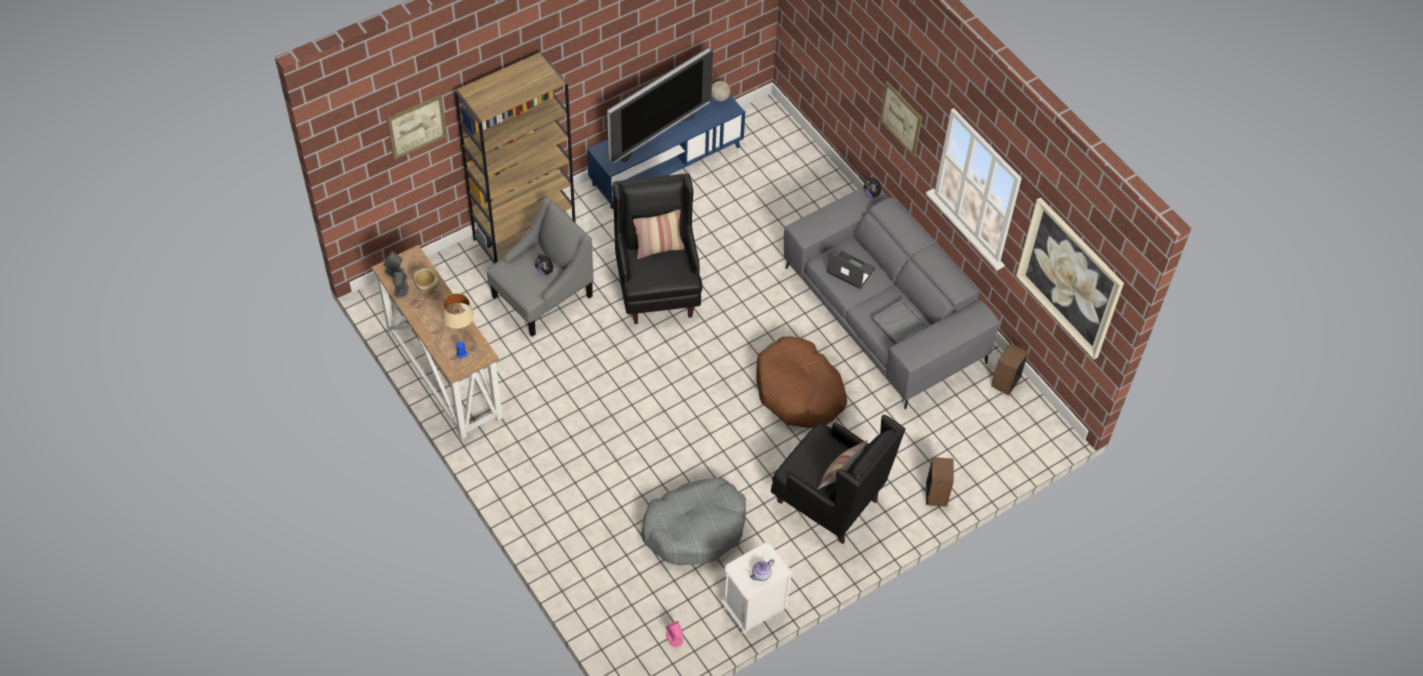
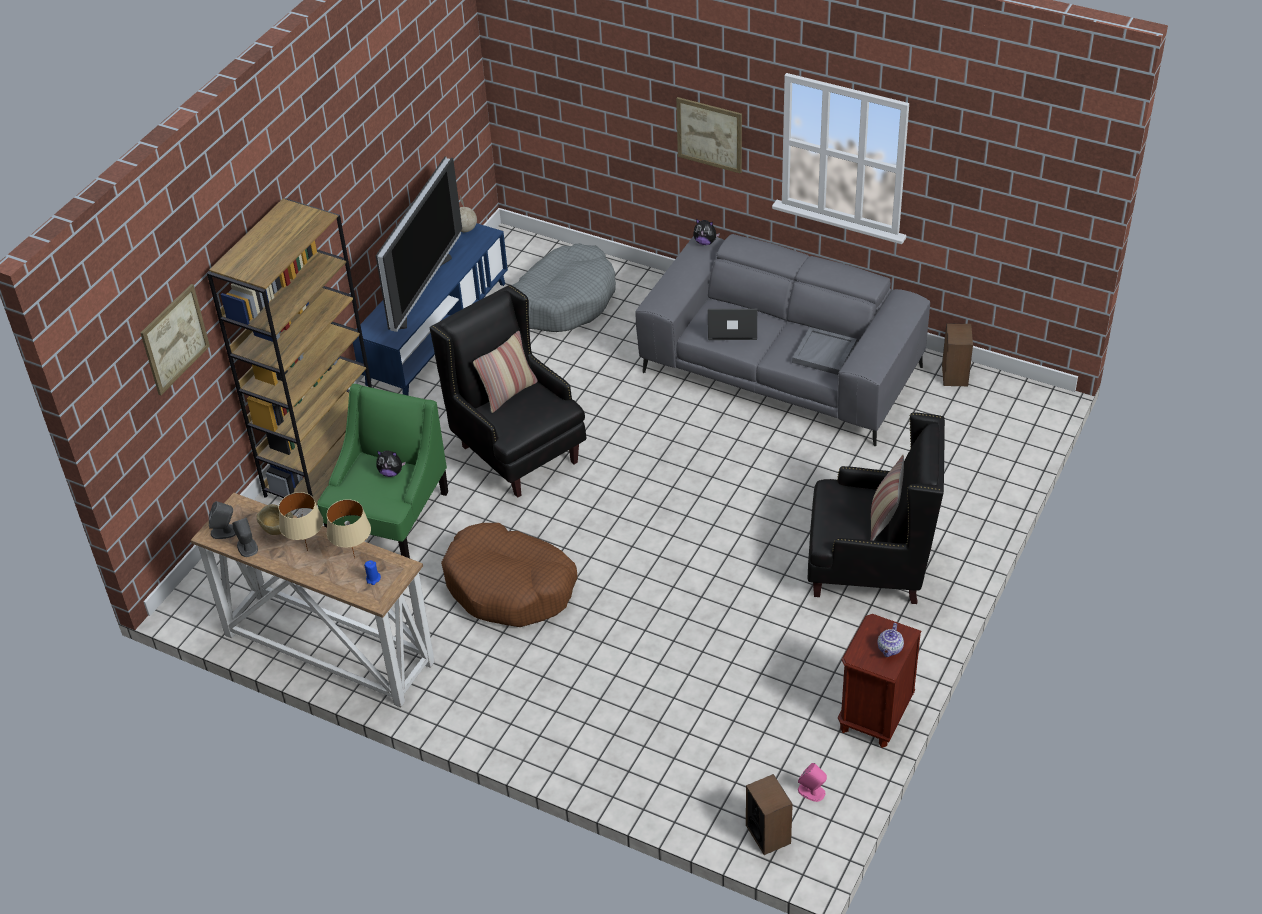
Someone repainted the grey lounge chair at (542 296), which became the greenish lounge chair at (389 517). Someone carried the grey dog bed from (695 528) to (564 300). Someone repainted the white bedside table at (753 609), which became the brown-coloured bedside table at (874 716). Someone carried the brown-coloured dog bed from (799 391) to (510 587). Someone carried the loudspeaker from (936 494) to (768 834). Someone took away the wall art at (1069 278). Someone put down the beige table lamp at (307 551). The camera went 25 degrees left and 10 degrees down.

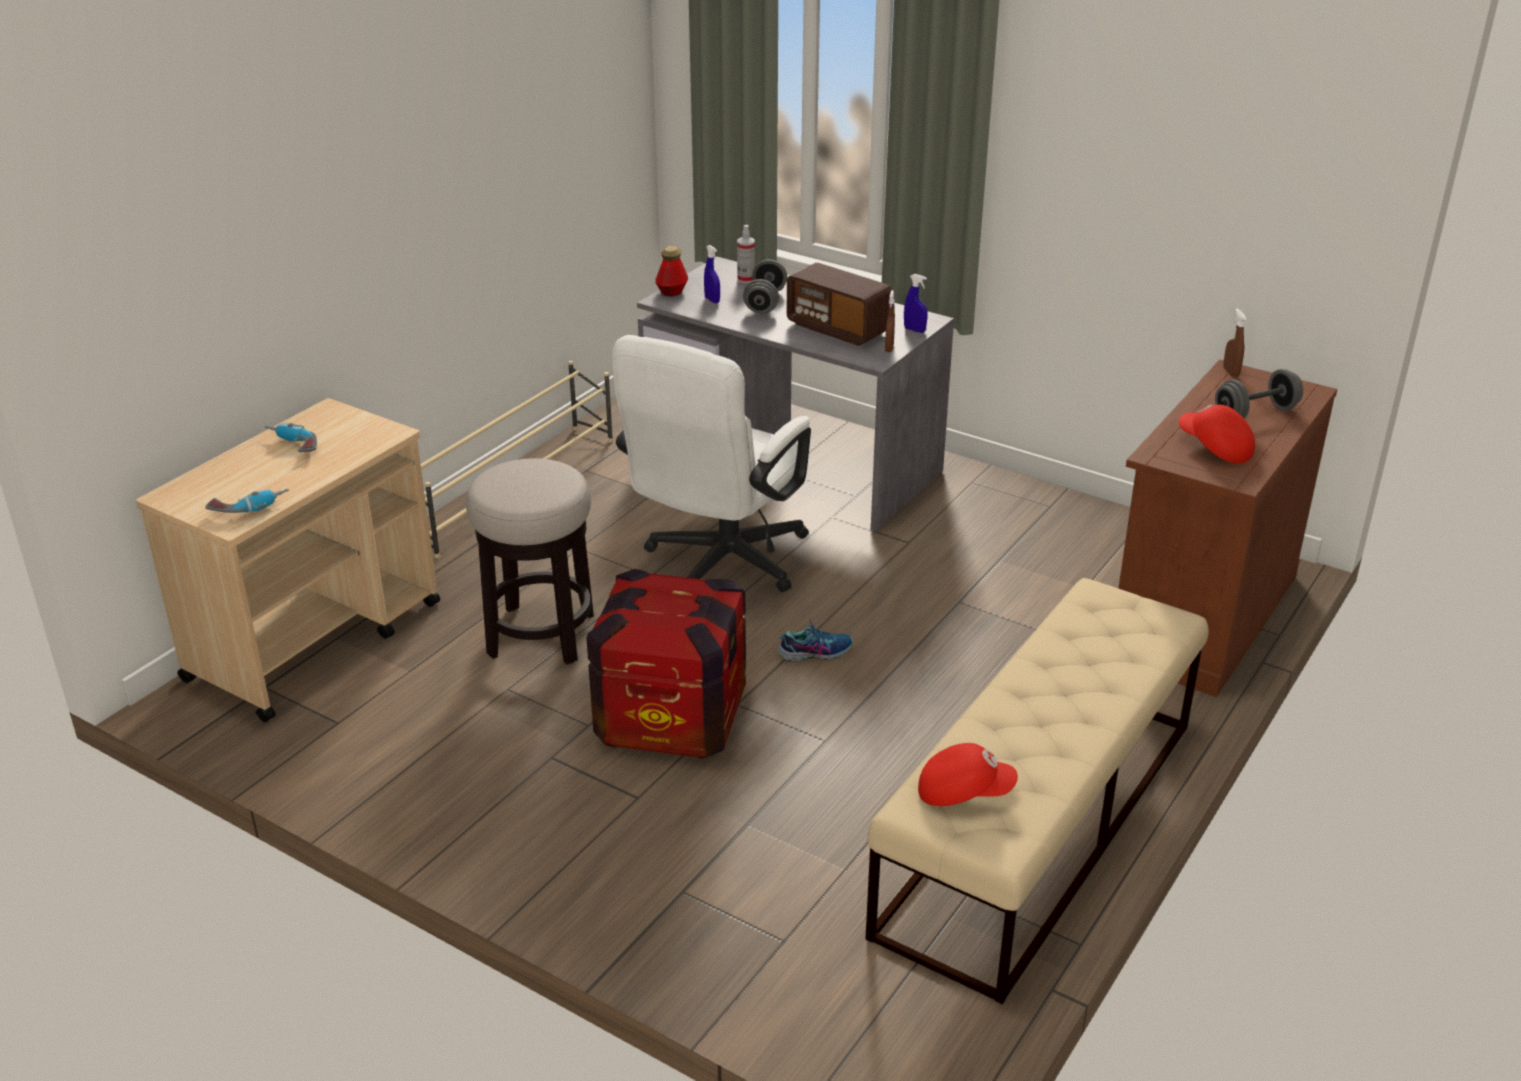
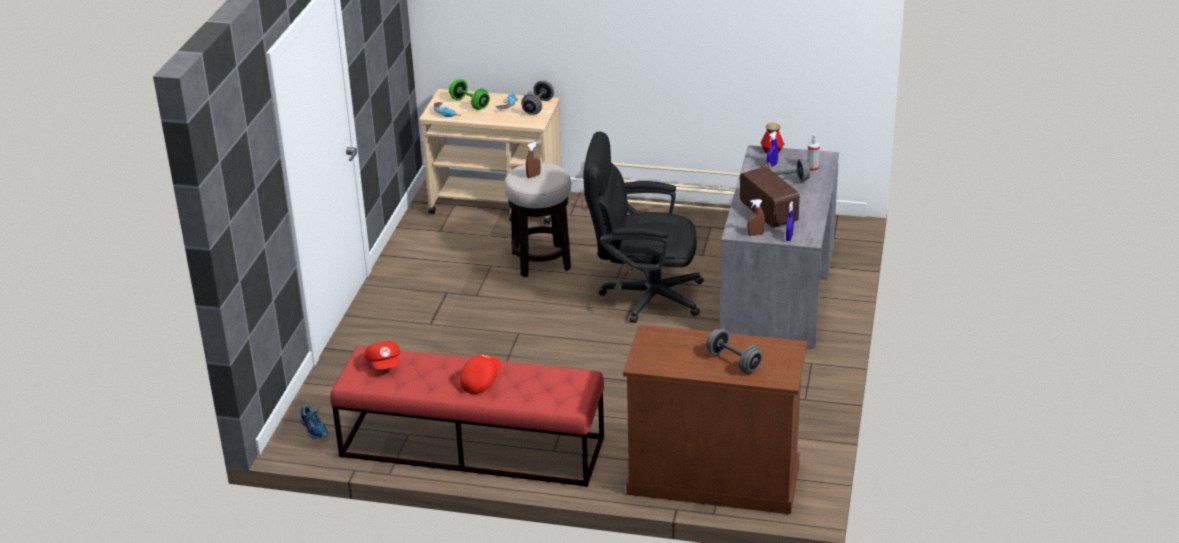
Someone took away the packing crate at (671 717). Someone repainted the white desk chair at (718 566), which became the black-coloured desk chair at (642 295). Someone carried the item of footwear from (815 652) to (314 428). Someone rotated the radio receiver at (838 329) by 135 degrees clockwise. Someone repainted the beige bench at (1038 826), which became the reddish bench at (471 447). Someone carried the reddish peaked cap from (1214 448) to (481 381). Someone carried the brown-coloured spray bottle from (1230 372) to (533 176). Someone put down the greenish hand weight at (470 104). Someone put down the grey hand weight at (538 107). The camera went 70 degrees right and 0 degrees up.

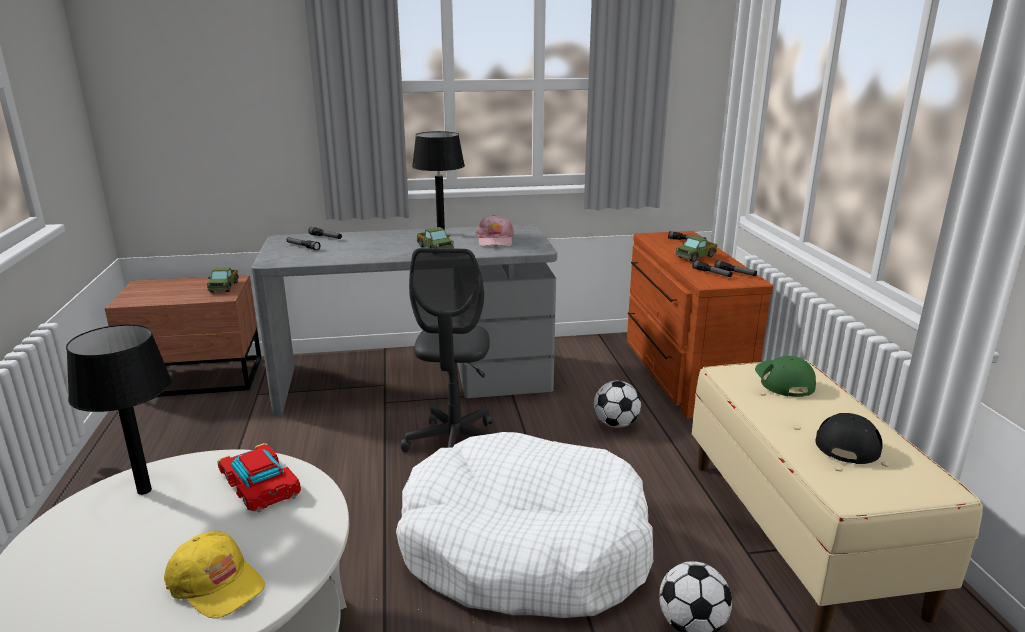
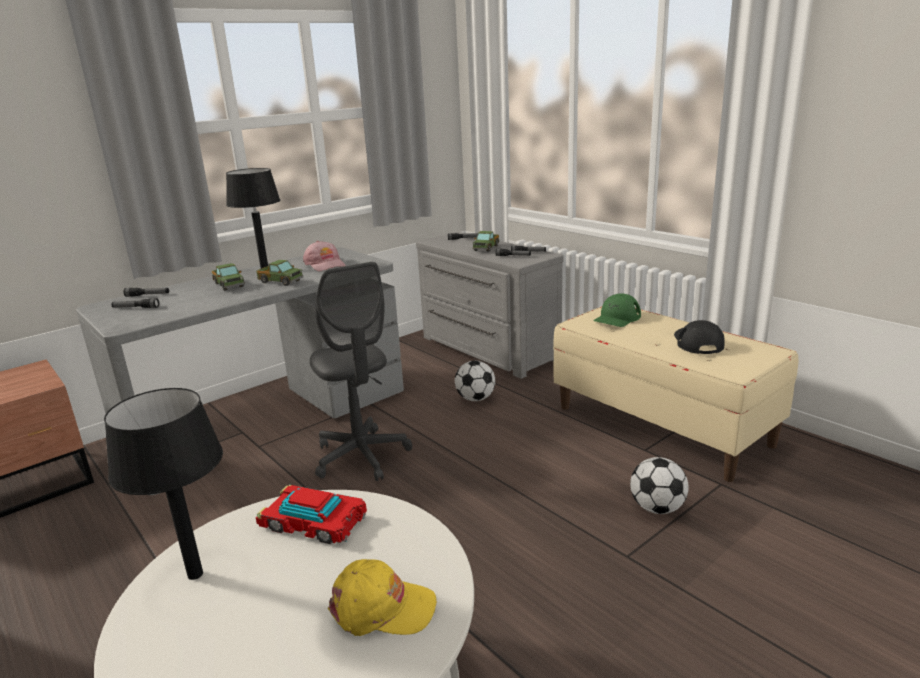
Someone carried the toy truck from (224 287) to (229 285). Someone took away the white dog bed at (524 547). Someone repainted the brown-coloured dresser at (680 373), which became the grey dresser at (486 349). Someone rotated the greenish peaked cap at (783 380) by 105 degrees counterclockwise. The camera went 30 degrees left and 0 degrees up.

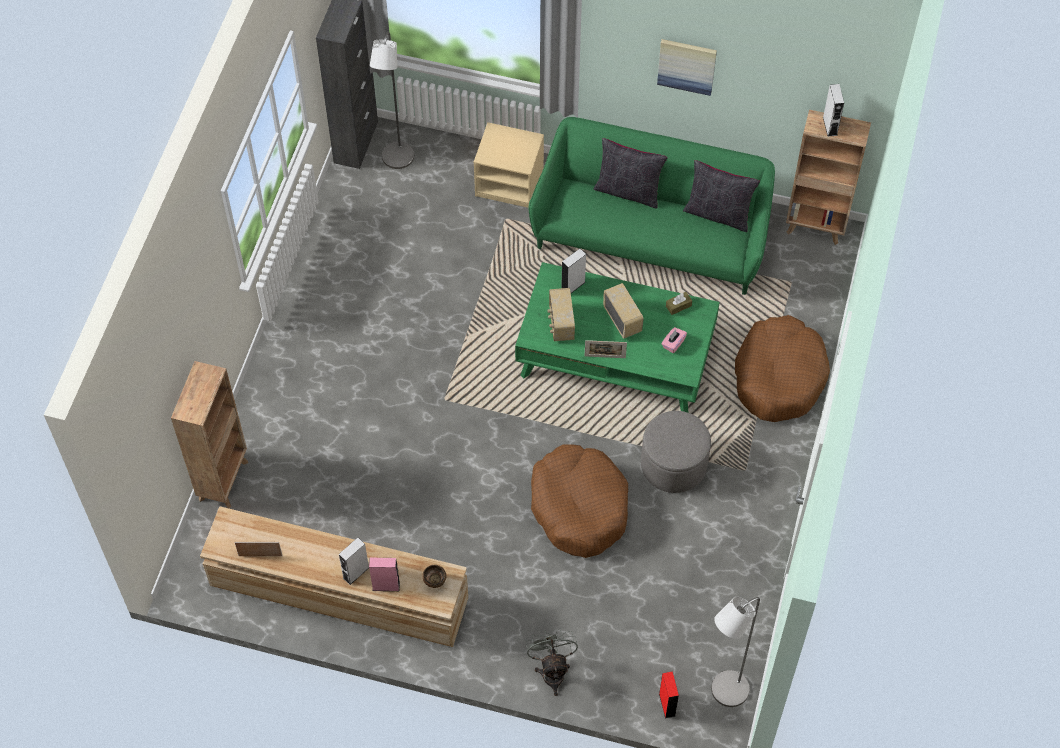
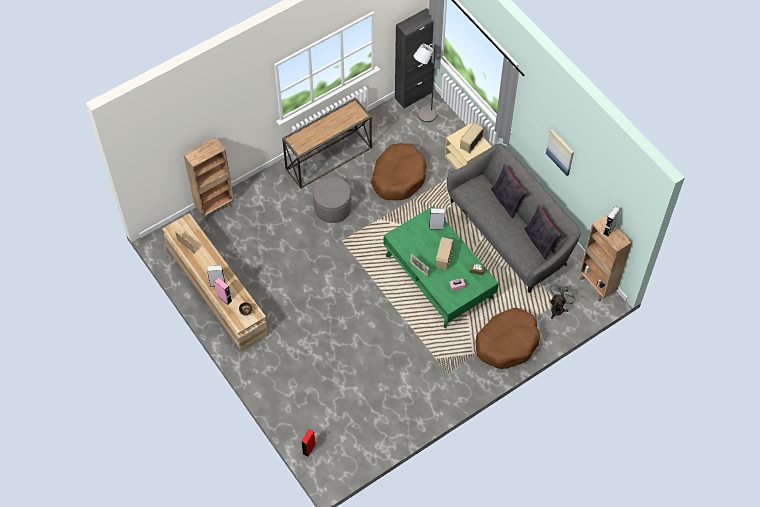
Someone carried the grey electric fan from (552 671) to (558 307). Someone repainted the greenish sofa at (651 236), which became the grey sofa at (510 233). Someone carried the brown-coloured dog bed from (579 507) to (398 177). Someone carried the radio receiver from (560 323) to (471 143). Someone carried the grey ottoman from (673 464) to (332 208). Someone took away the grey standing lamp at (724 693). Someone put down the hall table at (328 158). The camera went 40 degrees right and 0 degrees up.

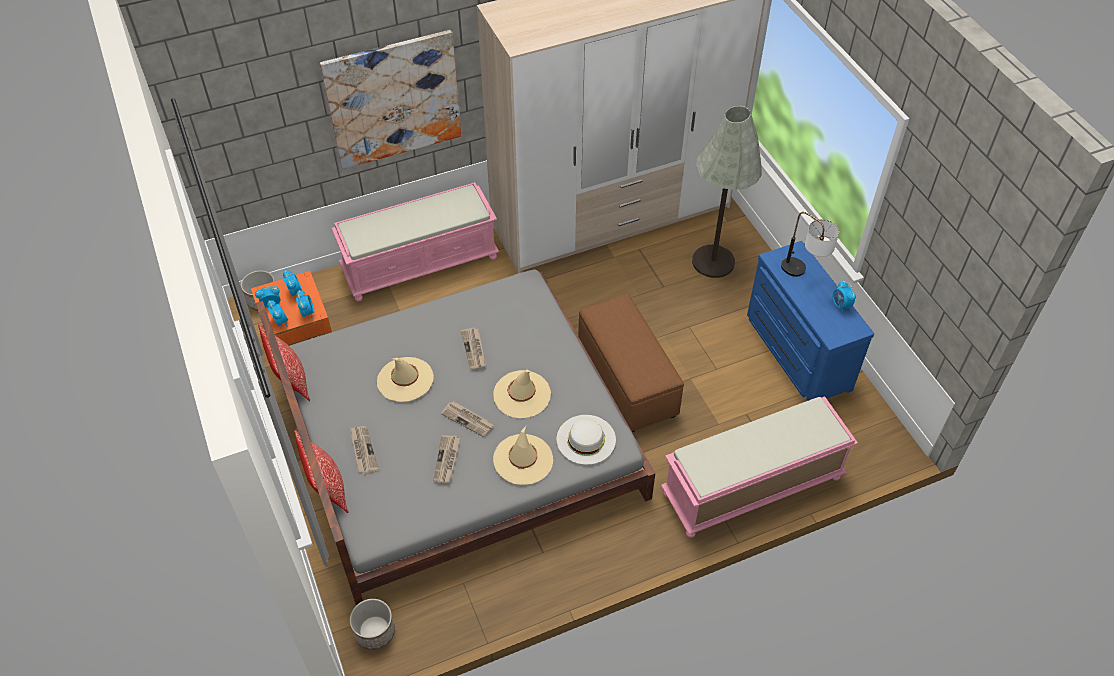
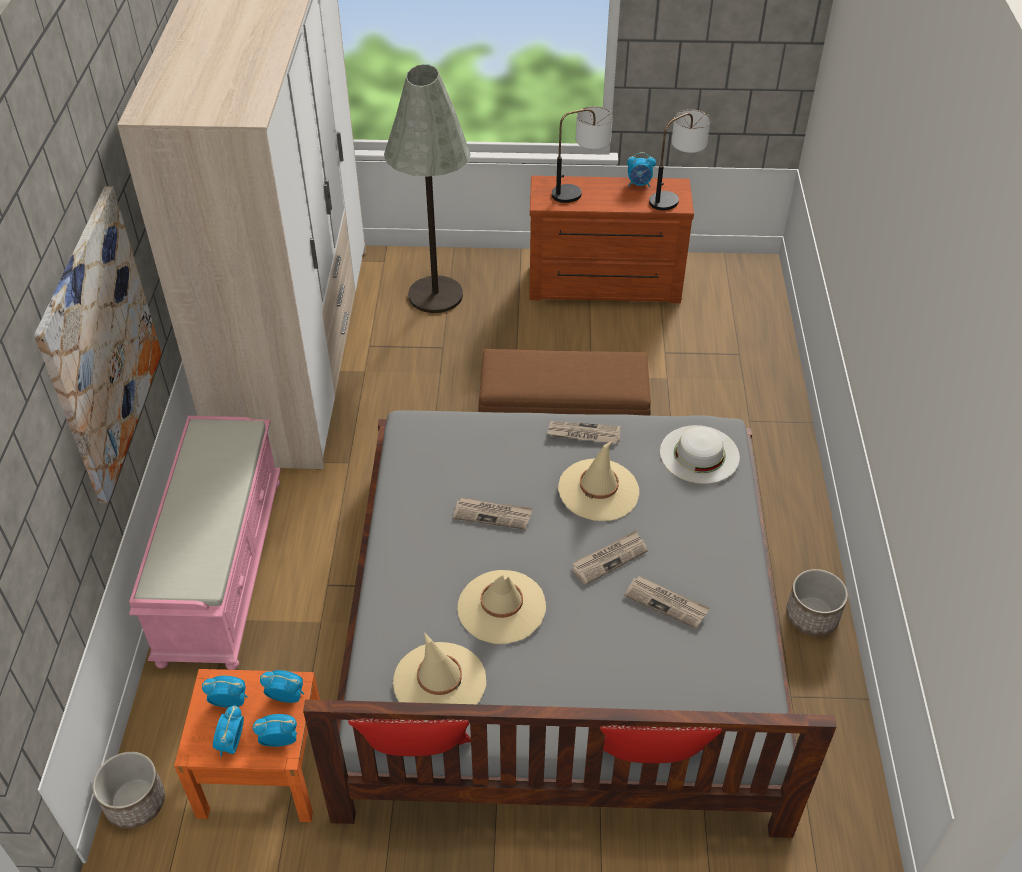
Someone carried the printed paper from (363 450) to (583 434). Someone carried the plant pot from (374 632) to (812 616). Someone carried the beige hat from (523 459) to (439 681). Someone took away the pinkish bench at (751 487). Someone repainted the blue dresser at (795 353), which became the brown-coloured dresser at (604 286). Someone put down the table lamp at (675 196). The camera went 65 degrees left and 5 degrees down.

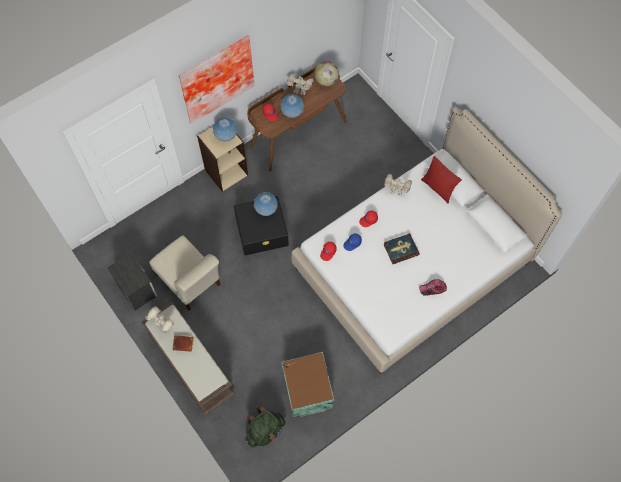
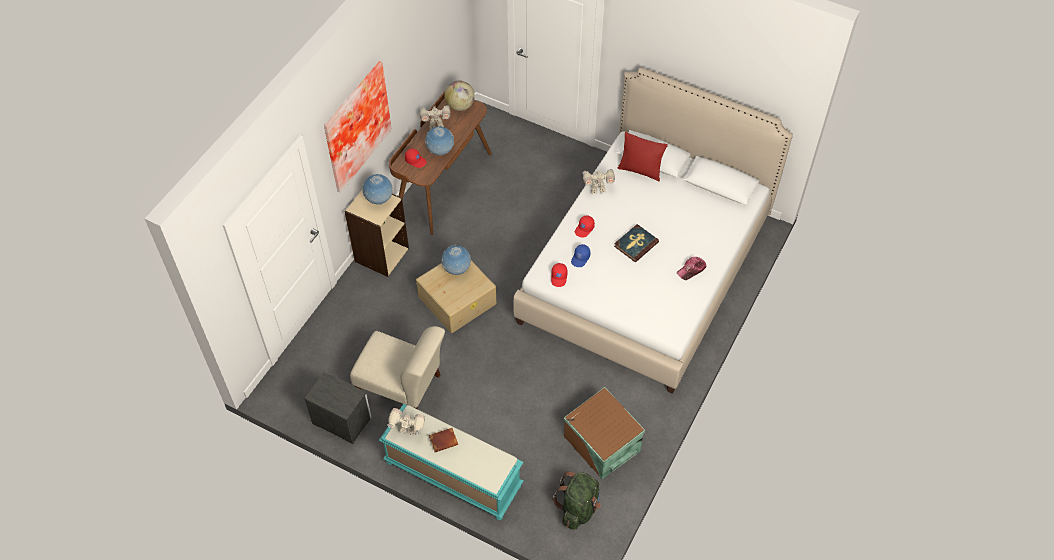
Someone repainted the brown-coloured bench at (190 364), which became the blue-green bench at (452 474). Someone repainted the black-coloured storage bin at (262 231), which became the beige storage bin at (458 299). The camera went 25 degrees left and 10 degrees down.

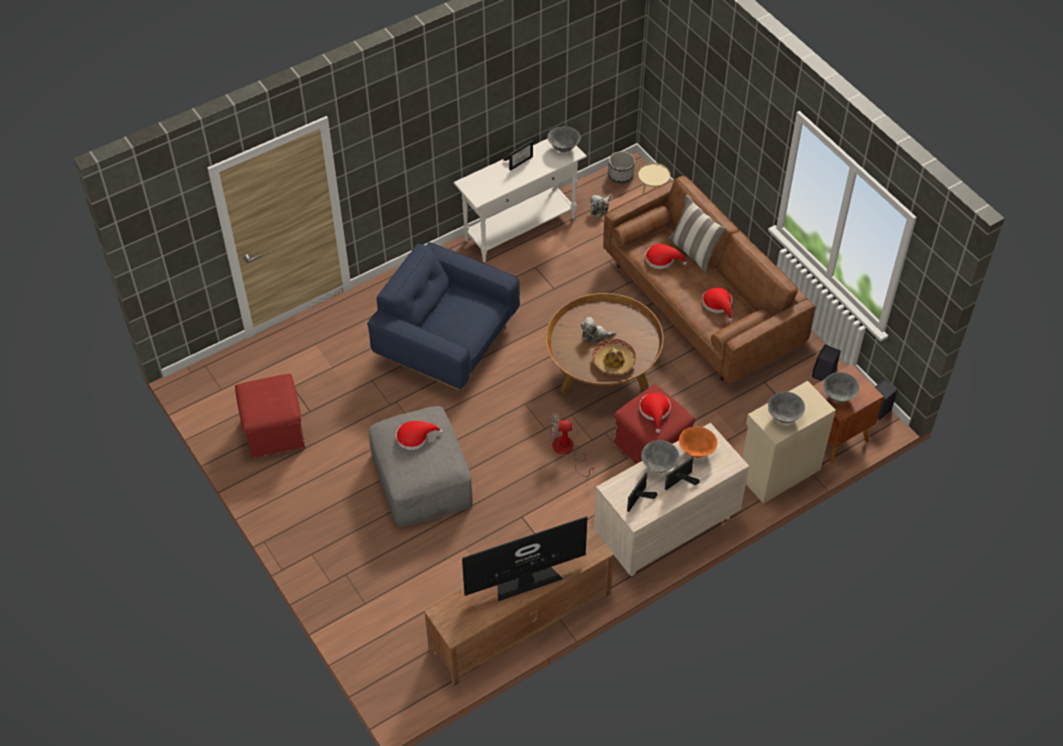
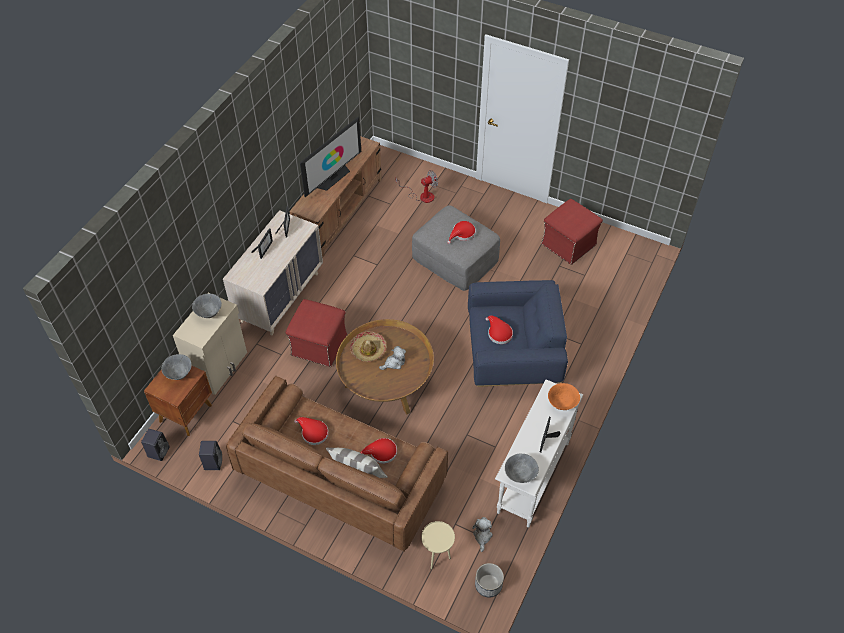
Someone carried the electric fan from (567 451) to (422 196). Someone carried the reddish hat from (655 411) to (498 333). Someone took away the grey bowl at (659 465). Someone carried the orange-coloured bowl from (696 451) to (562 404). The camera went 150 degrees right and 0 degrees up.

